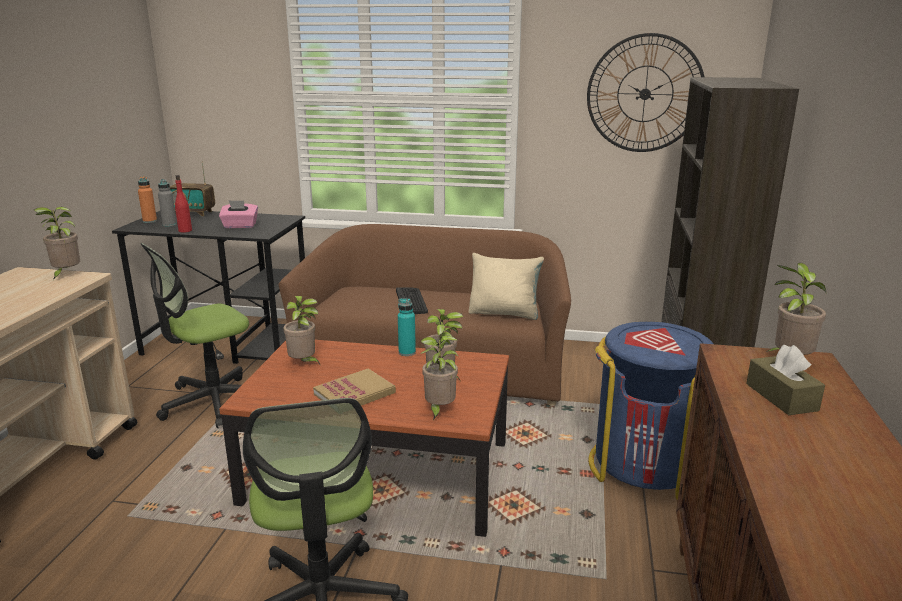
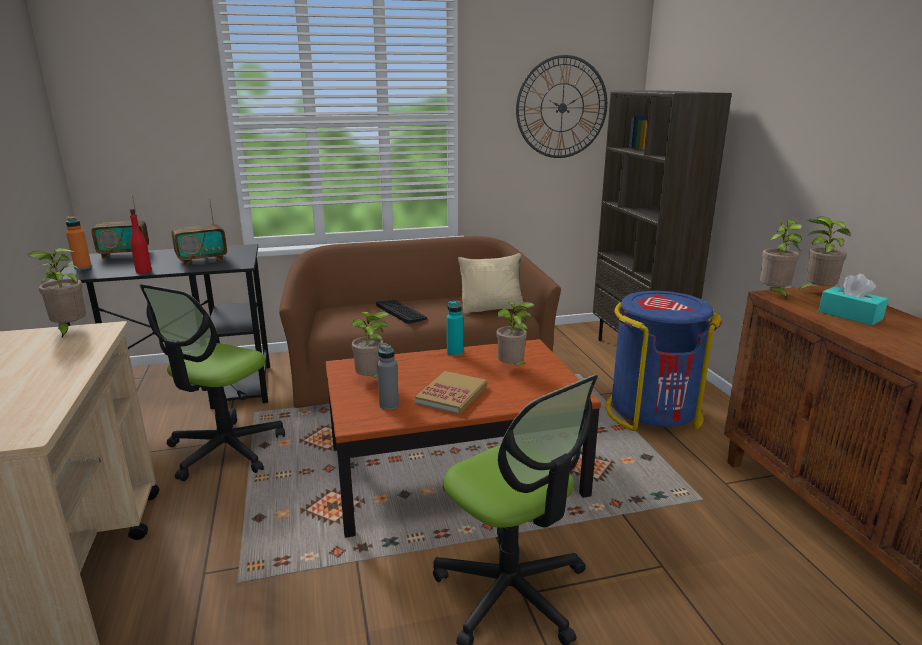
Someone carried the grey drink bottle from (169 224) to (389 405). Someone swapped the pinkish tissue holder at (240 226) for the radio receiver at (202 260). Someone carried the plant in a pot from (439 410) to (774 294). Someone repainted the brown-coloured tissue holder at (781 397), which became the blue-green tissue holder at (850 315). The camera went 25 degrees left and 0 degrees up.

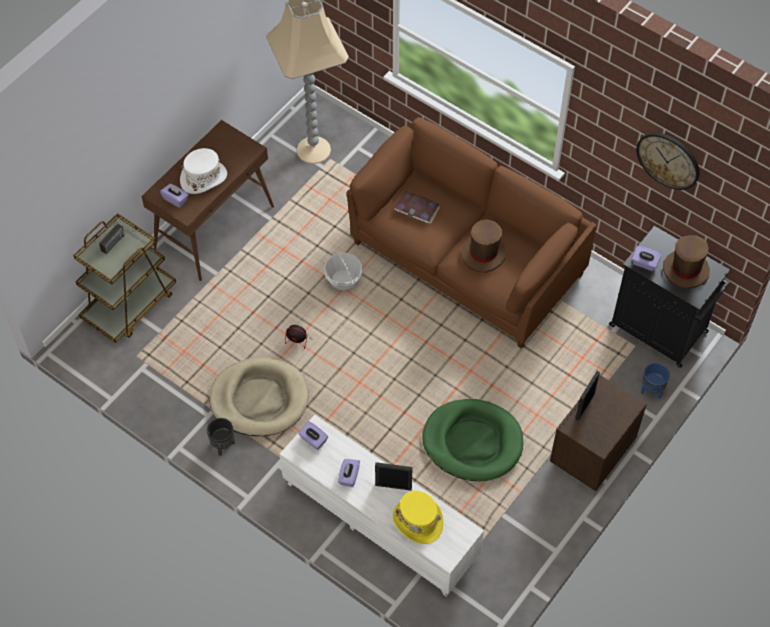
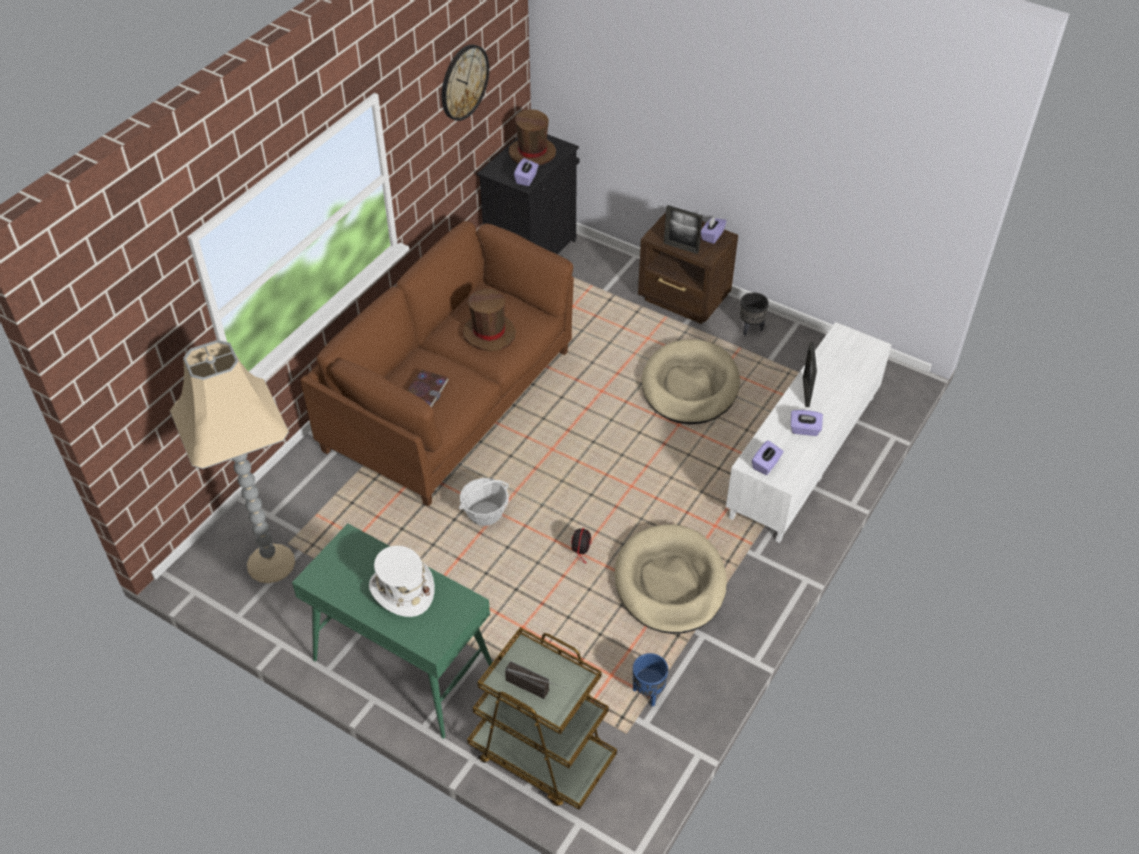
Someone repainted the brown-coloured hall table at (214 227), which became the greenish hall table at (403 666). Someone carried the purple tissue holder from (175 199) to (712 236). Someone carried the black-coloured plant pot from (223 446) to (751 328). Someone took away the yellow hat at (418 521). Someone repainted the greenish dog bed at (472 442), which became the beige dog bed at (690 386). Someone carried the blue plant pot from (651 390) to (648 693). The camera went 95 degrees left and 10 degrees down.

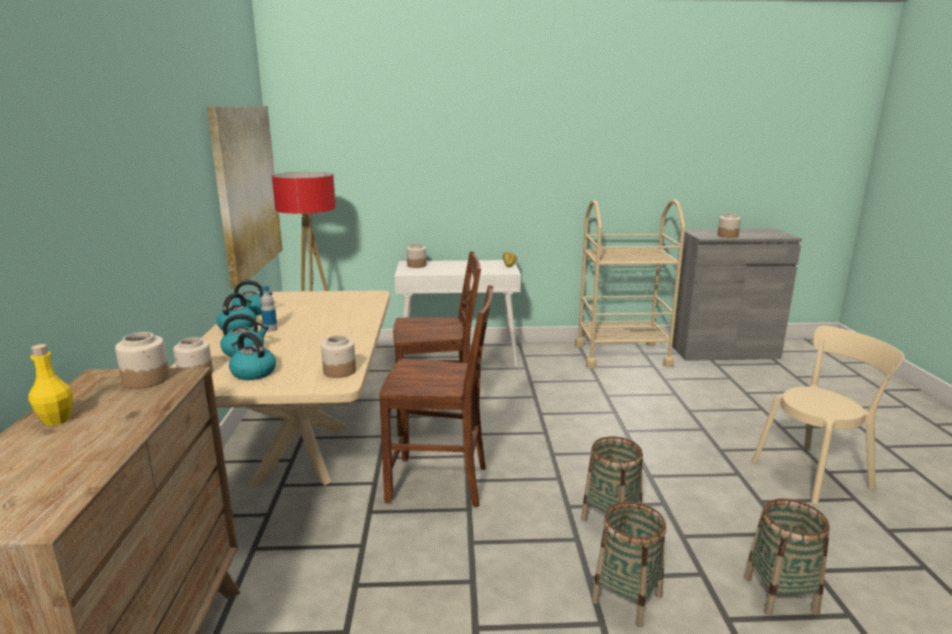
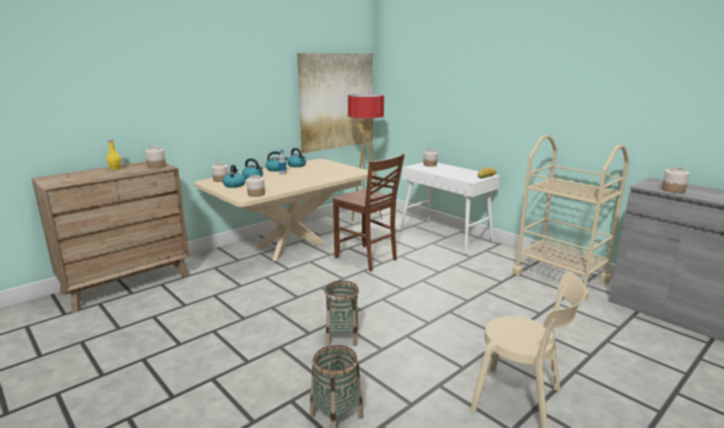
Someone took away the brown-coloured upright chair at (440 484). Someone took away the household basket at (627 598). The camera went 50 degrees right and 0 degrees up.

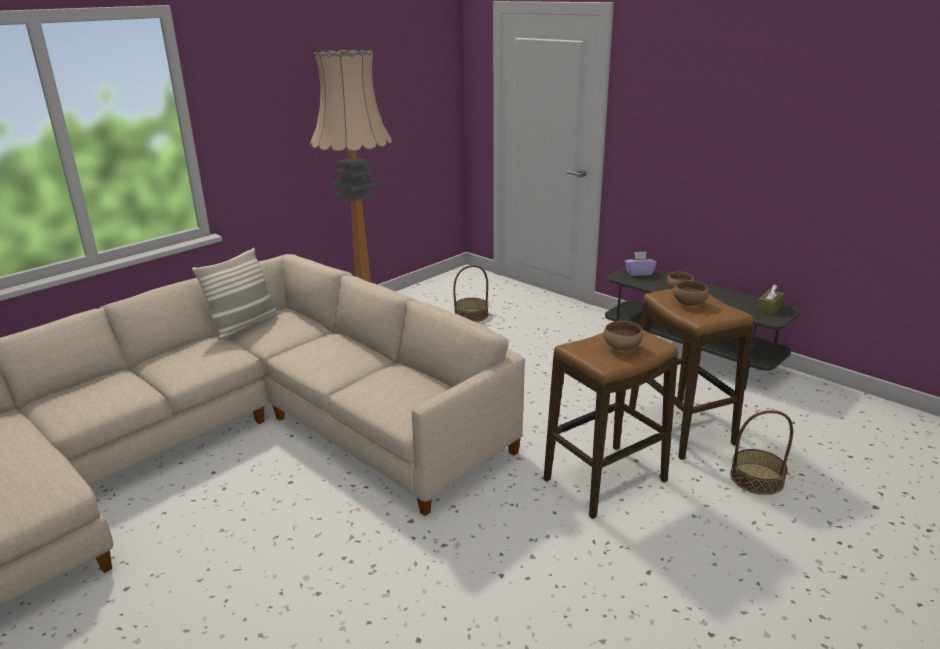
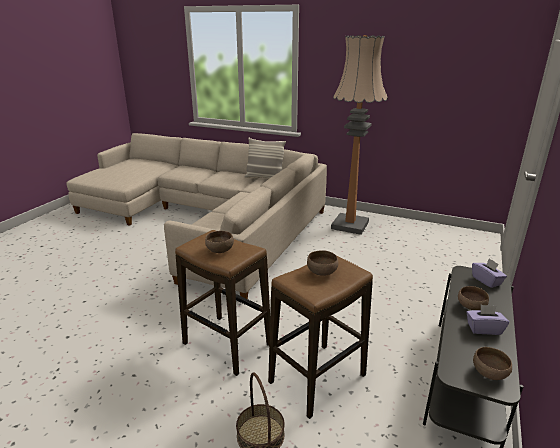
Someone took away the household basket at (471 315). Someone swapped the brown-coloured tissue holder at (769 308) for the brown-coloured bowl at (490 373). Someone put down the purple tissue holder at (484 329). The camera went 70 degrees right and 0 degrees up.

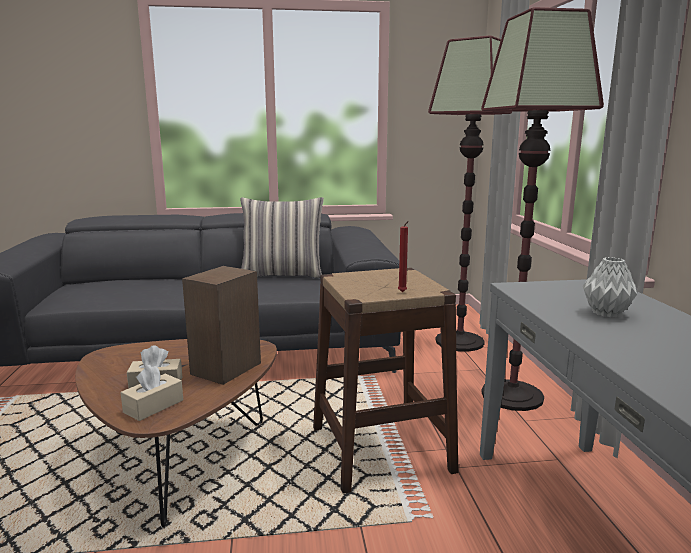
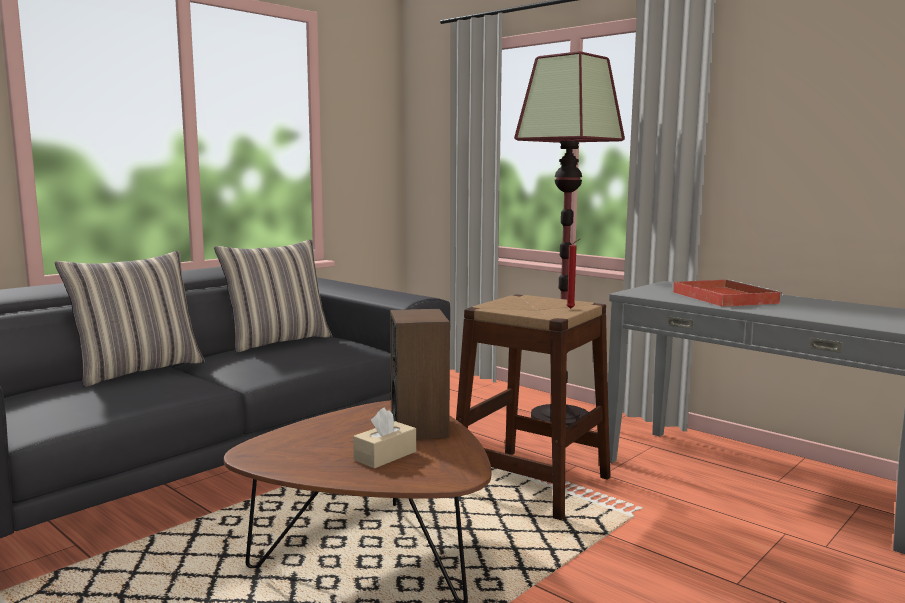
Someone took away the beige tissue holder at (153 406). Someone took away the standing lamp at (460 342). Someone swapped the grey flower vase at (606 313) for the reddish carrying tray at (722 297). Someone put down the cushion at (139 370). The camera went 40 degrees left and 5 degrees down.

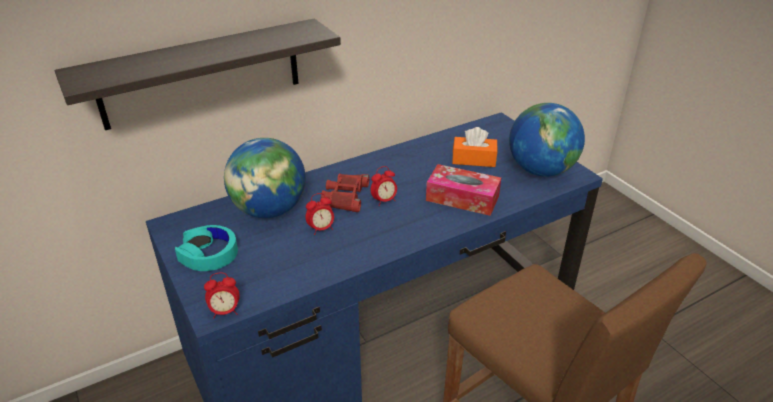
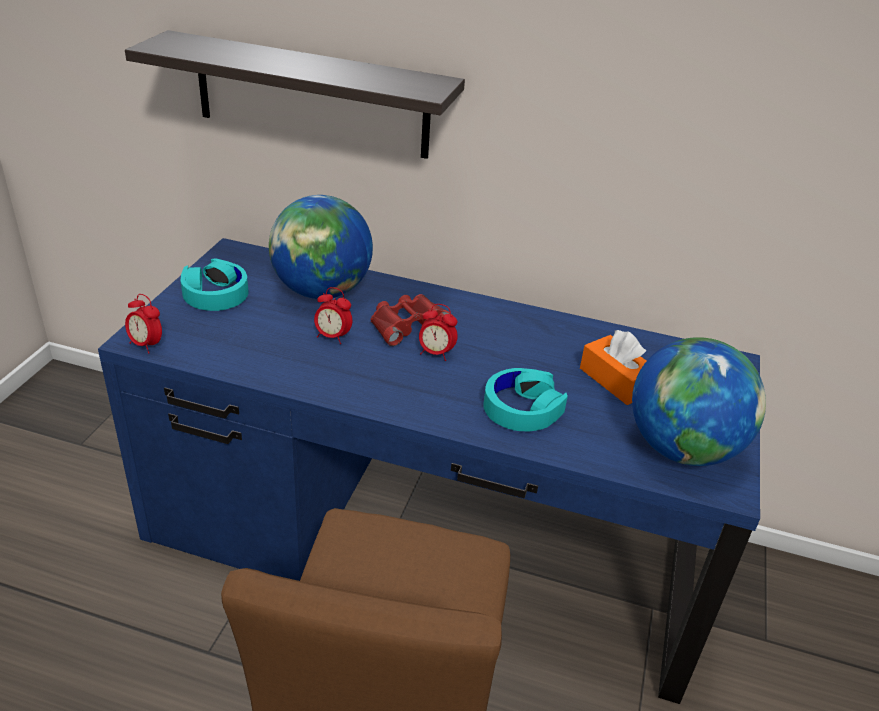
Someone swapped the tissue holder at (462 198) for the blue-green headphones at (522 408). The camera went 45 degrees right and 0 degrees up.

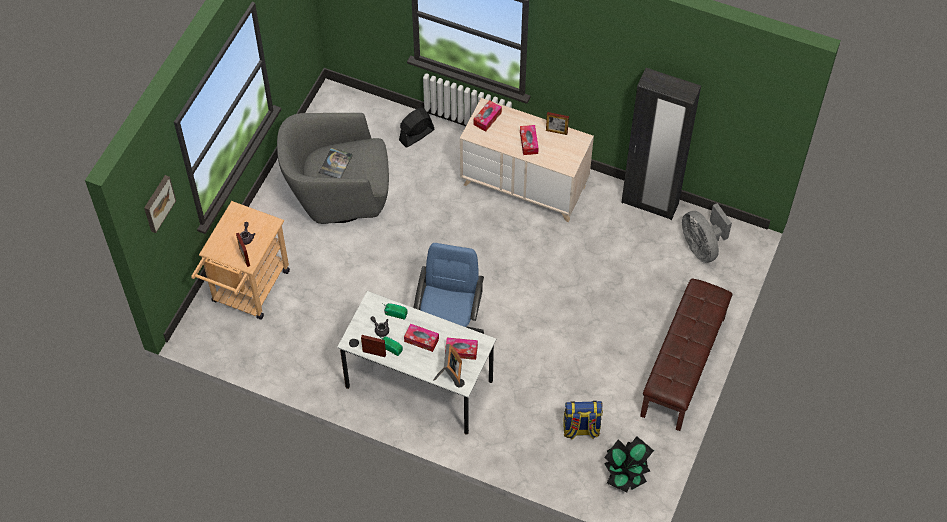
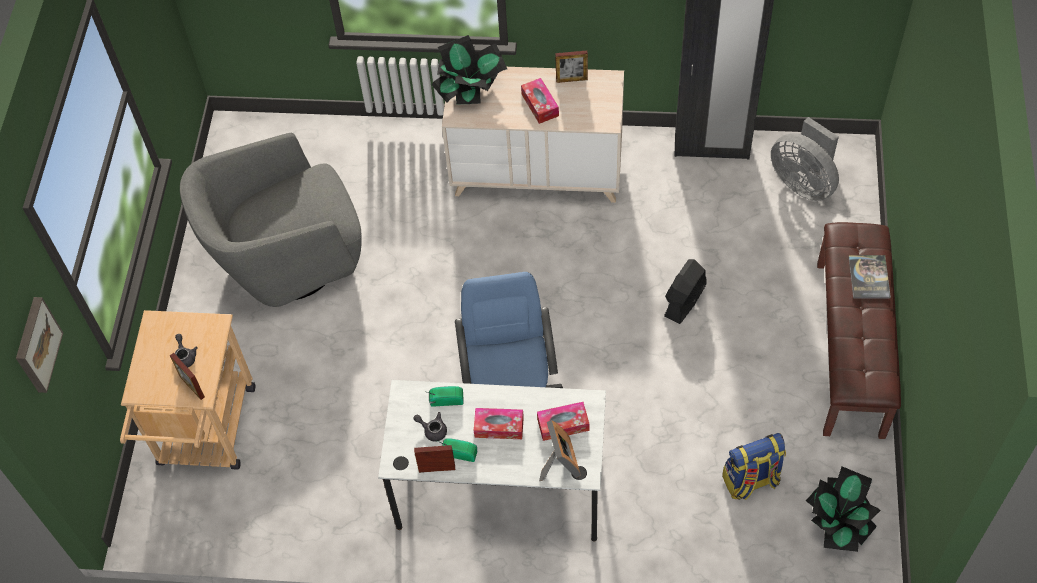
Someone carried the book from (335 164) to (869 277). Someone carried the black-coloured electric fan from (416 135) to (685 300). Someone swapped the tissue holder at (487 118) for the plant in a pot at (470 89). The camera went 15 degrees left and 0 degrees up.

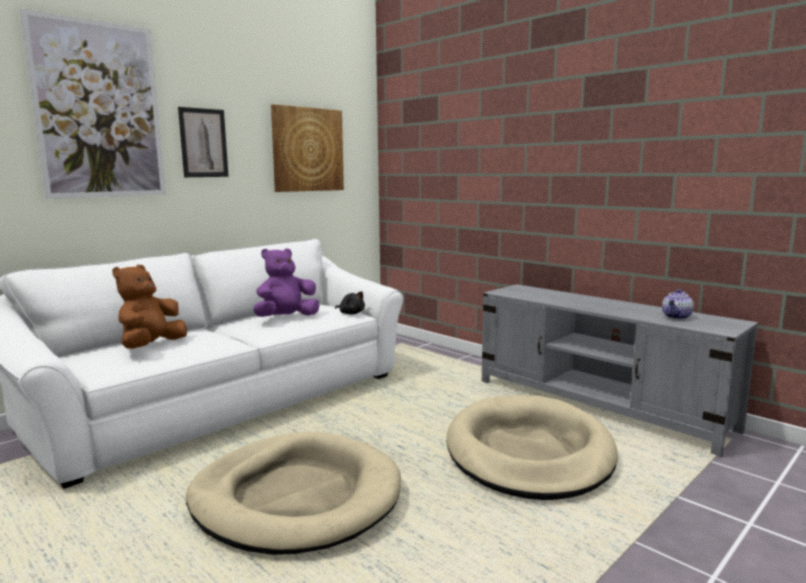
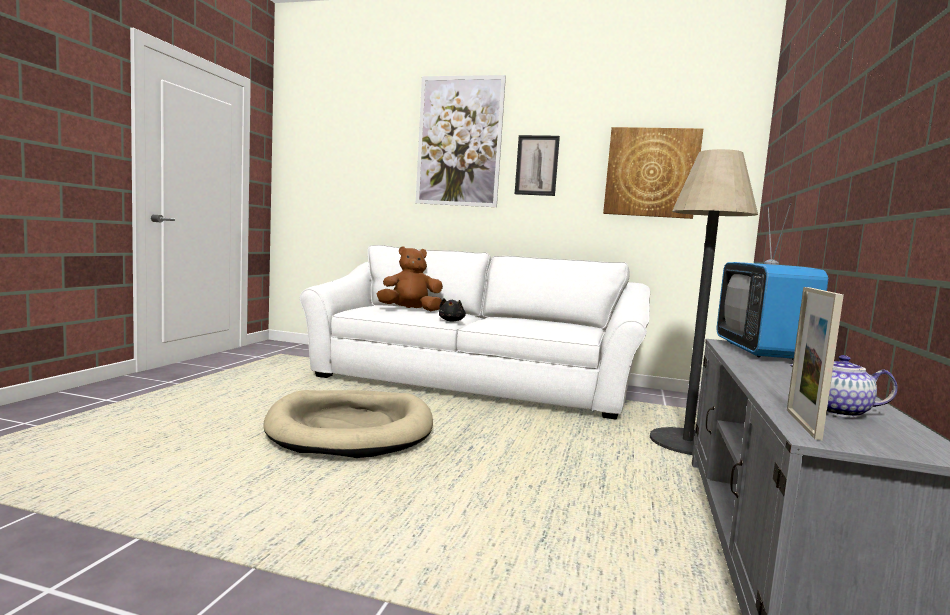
Someone took away the purple soft toy at (286 318). Someone carried the black-coloured soft toy from (351 313) to (451 321). Someone took away the beige dog bed at (528 452). Someone put down the standing lamp at (687 443). Someone put down the TV at (761 351). Someone put down the standing frame at (802 424). The camera went 60 degrees right and 5 degrees down.

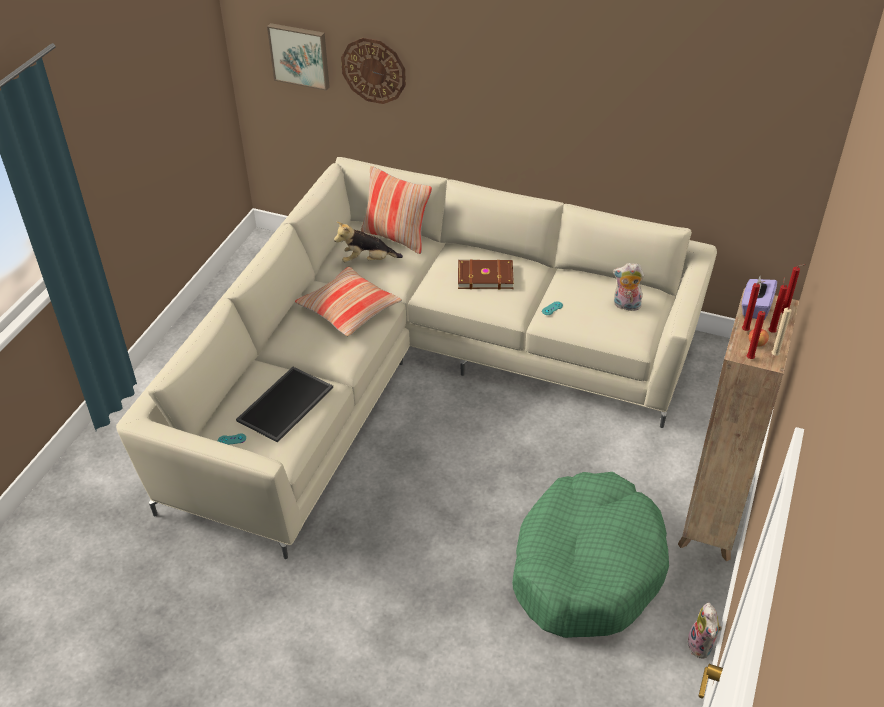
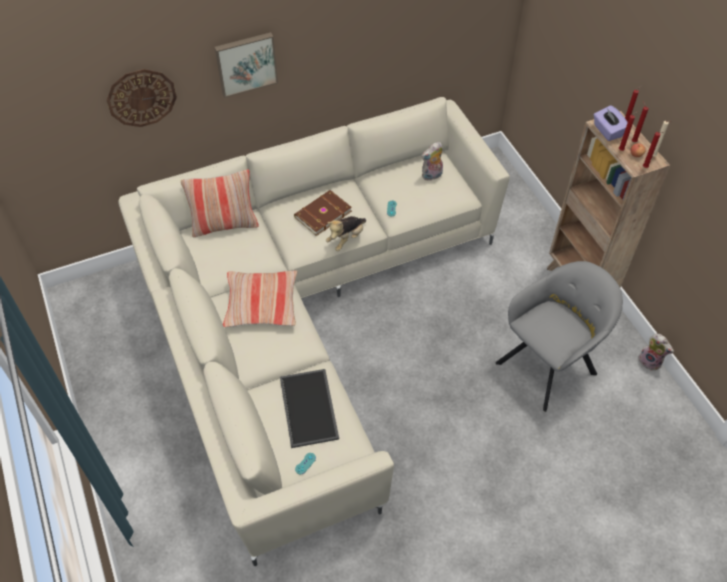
Someone carried the wall art from (300 55) to (246 63). Someone carried the soft toy from (367 261) to (346 239). Someone swapped the greenish dog bed at (586 567) for the grey lounge chair at (550 365). The camera went 45 degrees left and 10 degrees up.

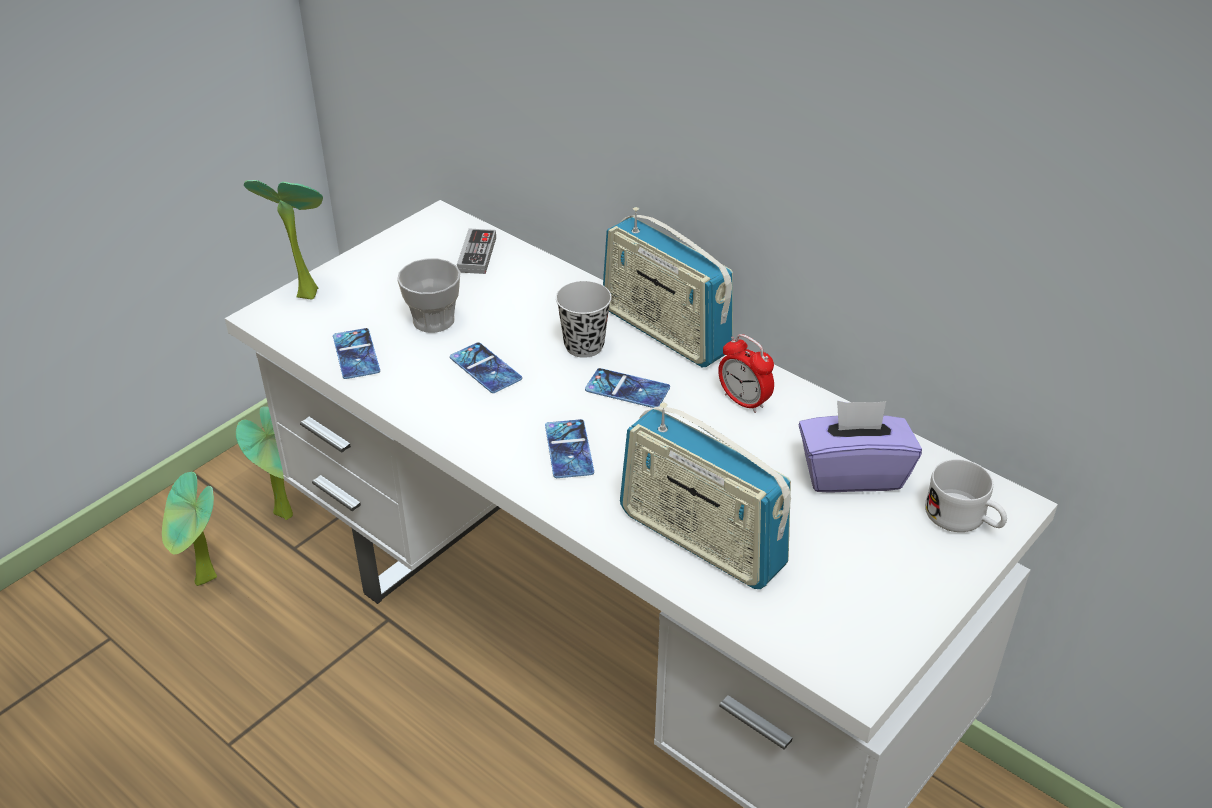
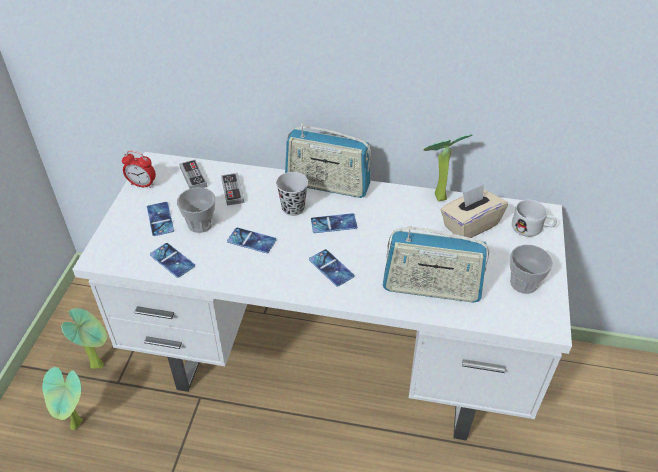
Someone carried the plant in a pot from (305 291) to (436 196). Someone carried the alarm clock from (744 401) to (142 184). Someone repainted the purple tissue holder at (852 473), which became the beige tissue holder at (469 225). Someone put down the telephone at (160 219). Someone put down the joypad at (232 191). Someone put down the drinking cup at (523 283). The camera went 30 degrees left and 5 degrees up.

